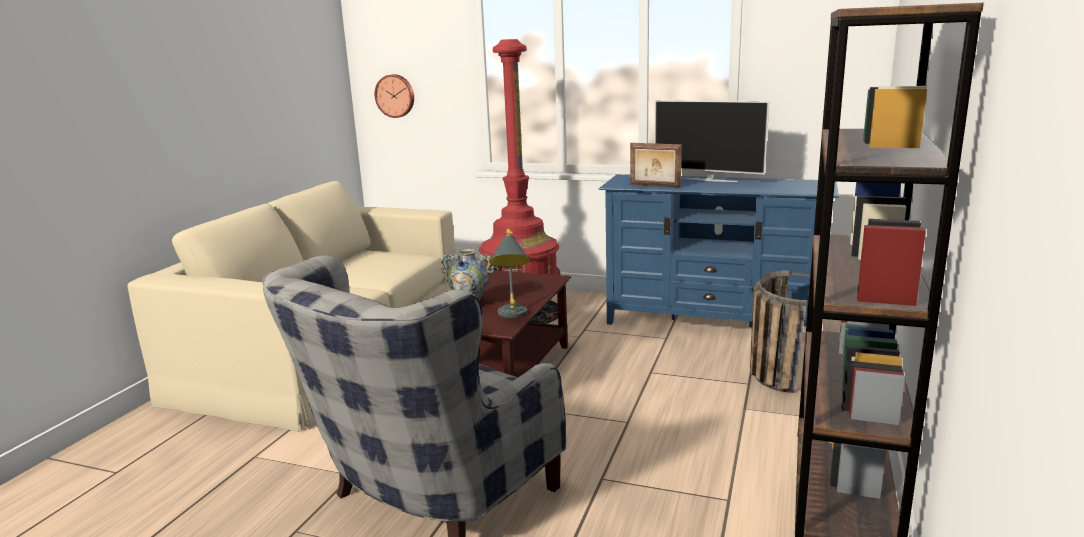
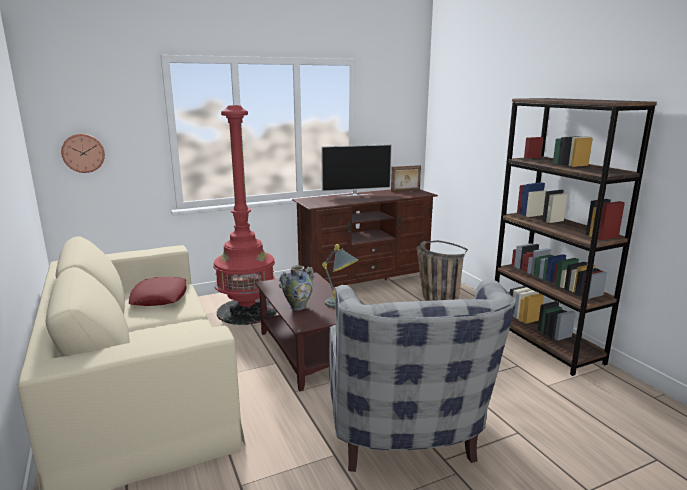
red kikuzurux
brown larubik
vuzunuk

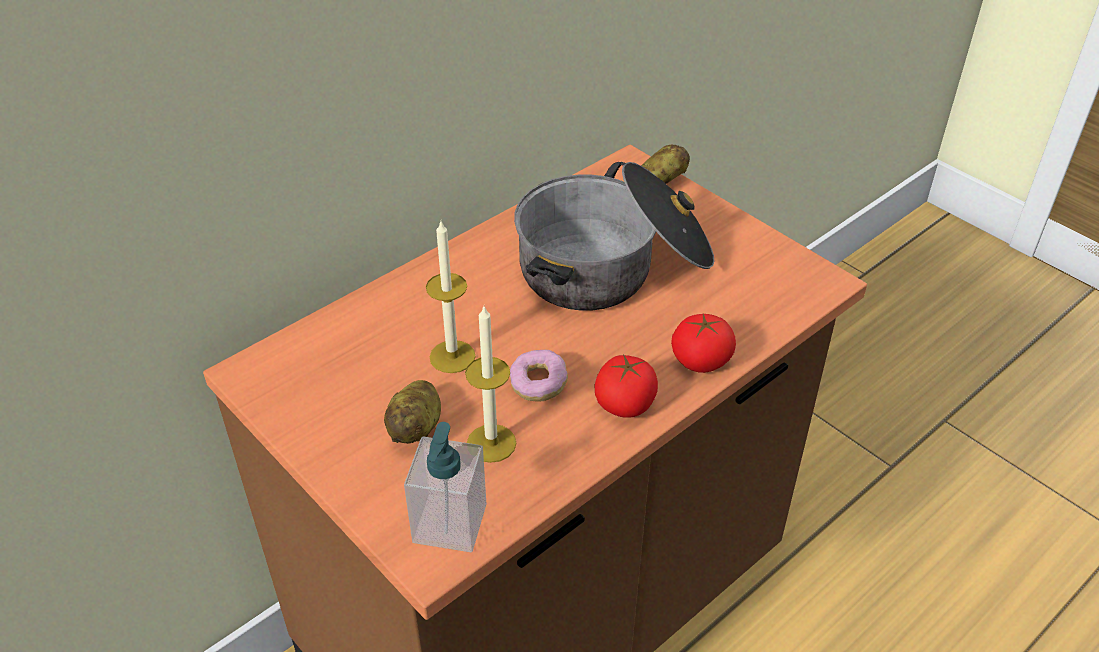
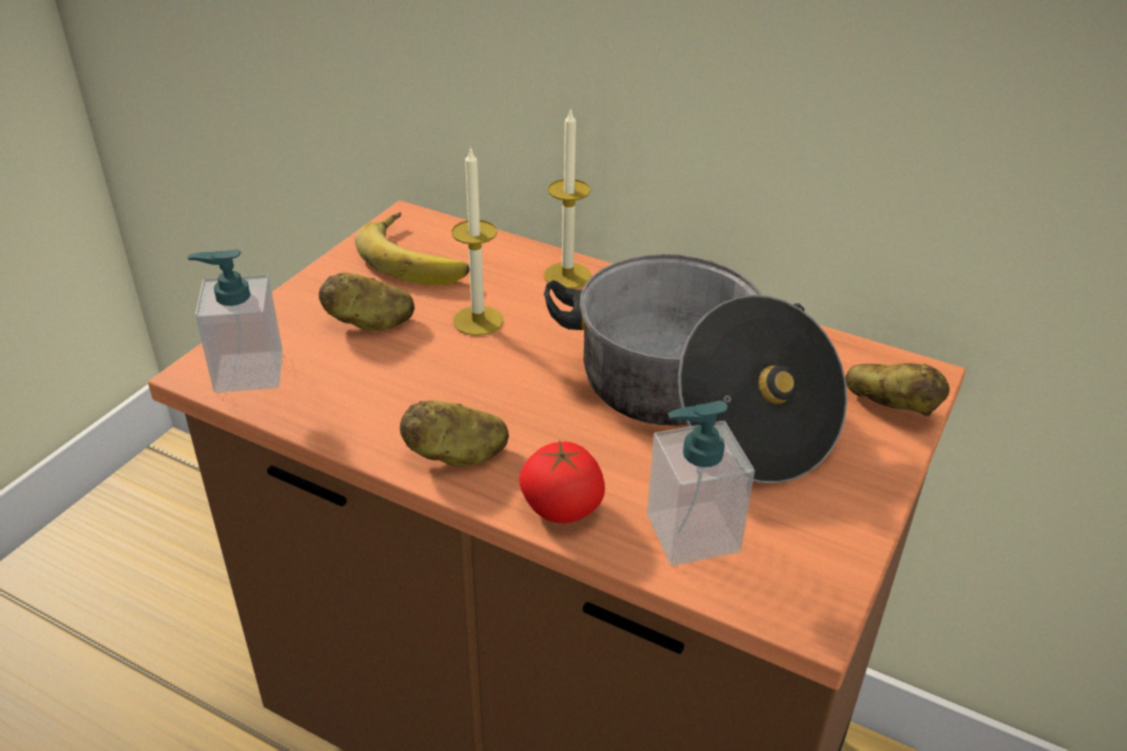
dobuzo
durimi (2nd from left)
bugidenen (2nd from left)
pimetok (2nd from left)
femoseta

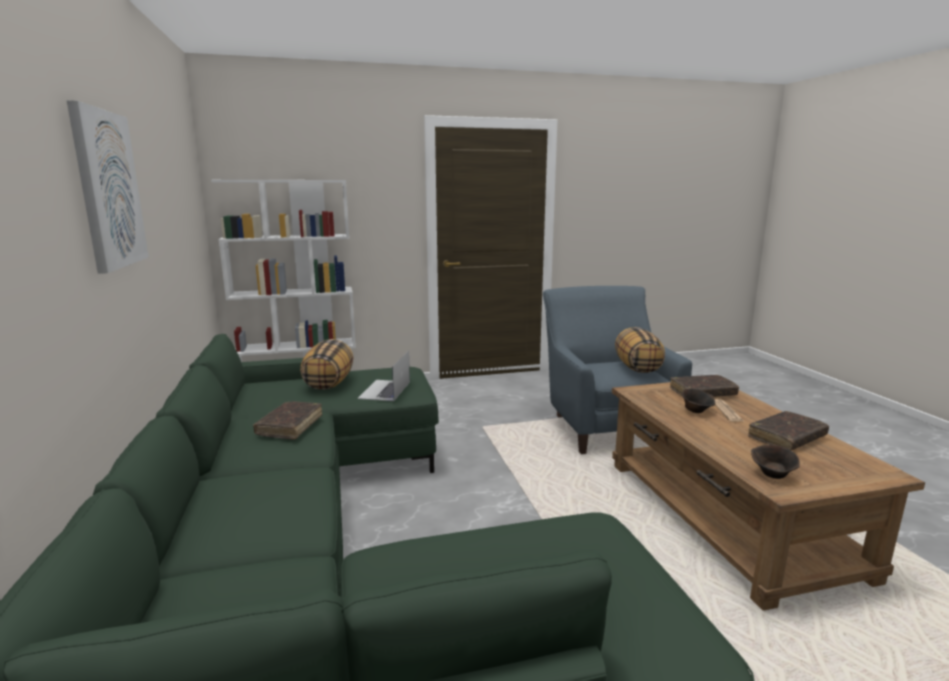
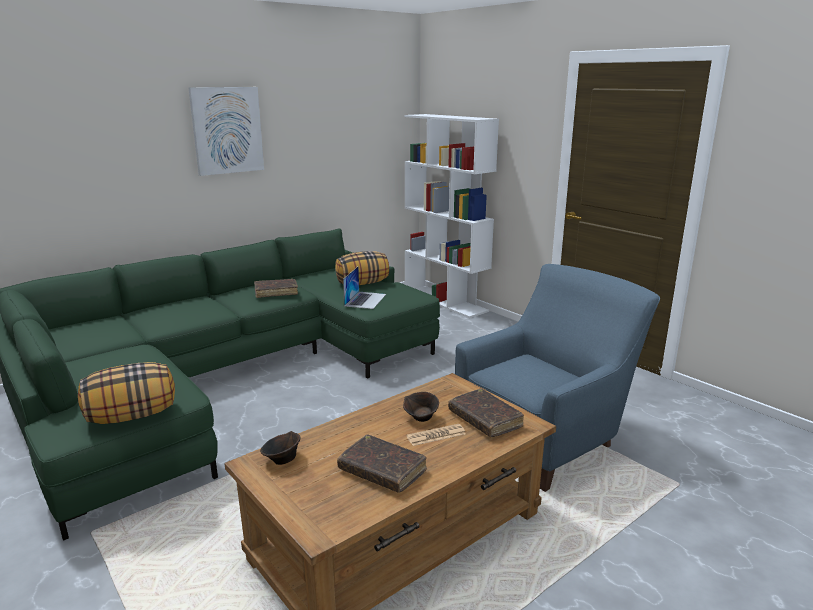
kikuzurux (1st from left)
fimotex

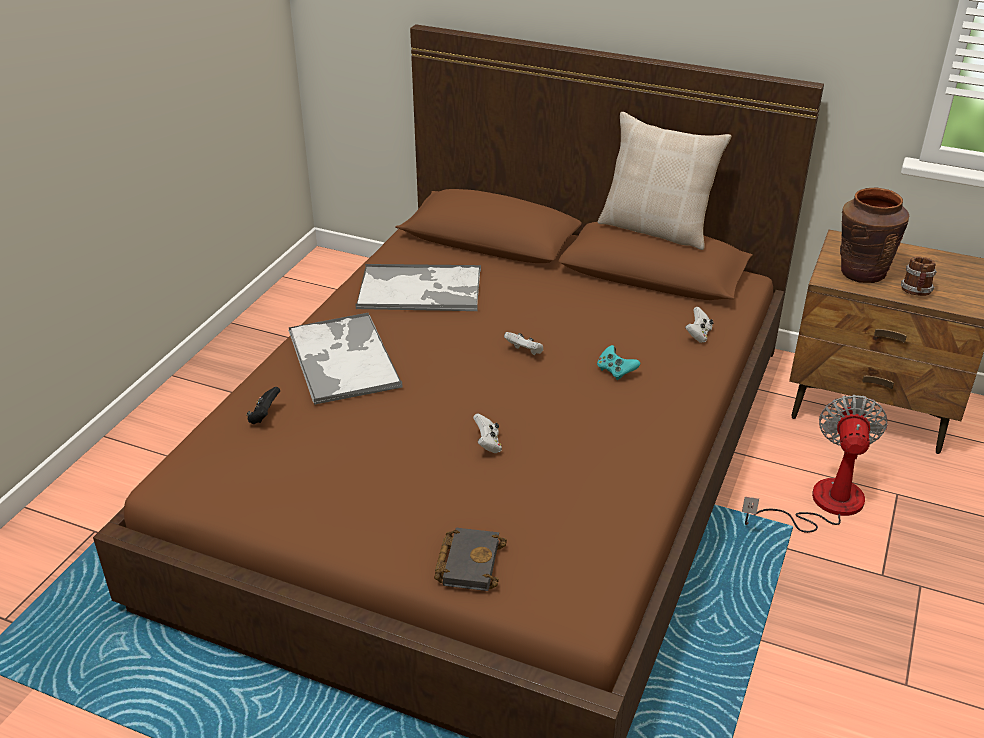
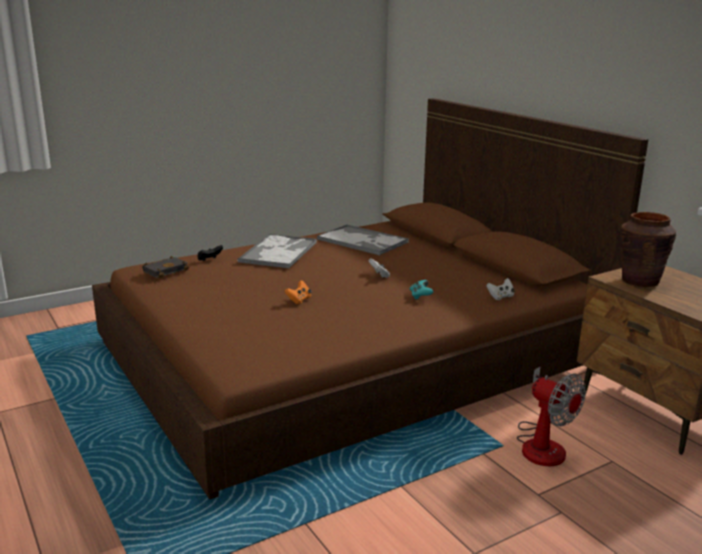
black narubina
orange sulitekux
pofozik
beige kikuzurux
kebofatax

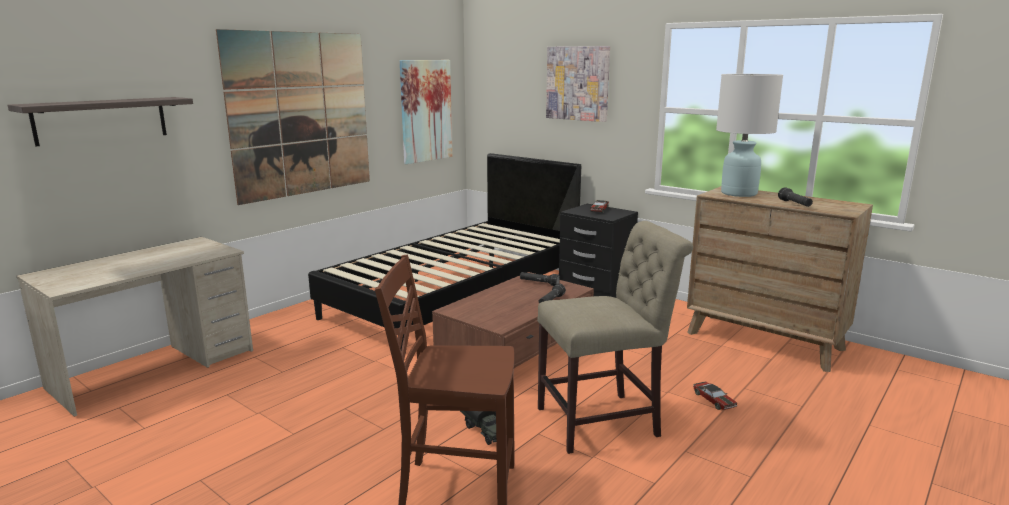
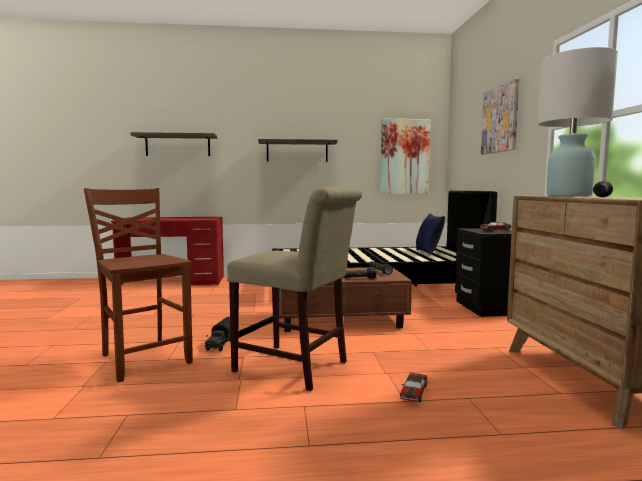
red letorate
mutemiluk (2nd from left)
blue kikuzurux

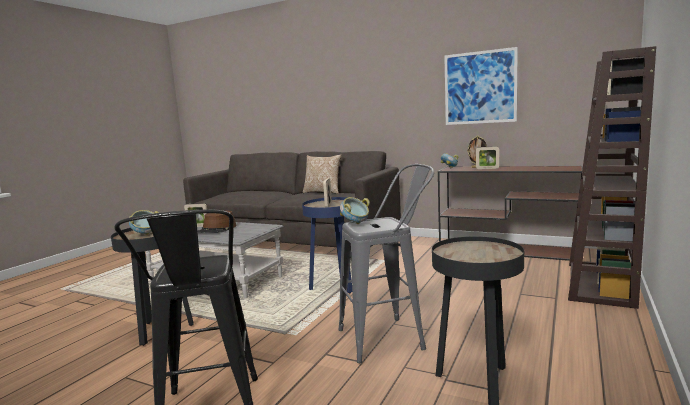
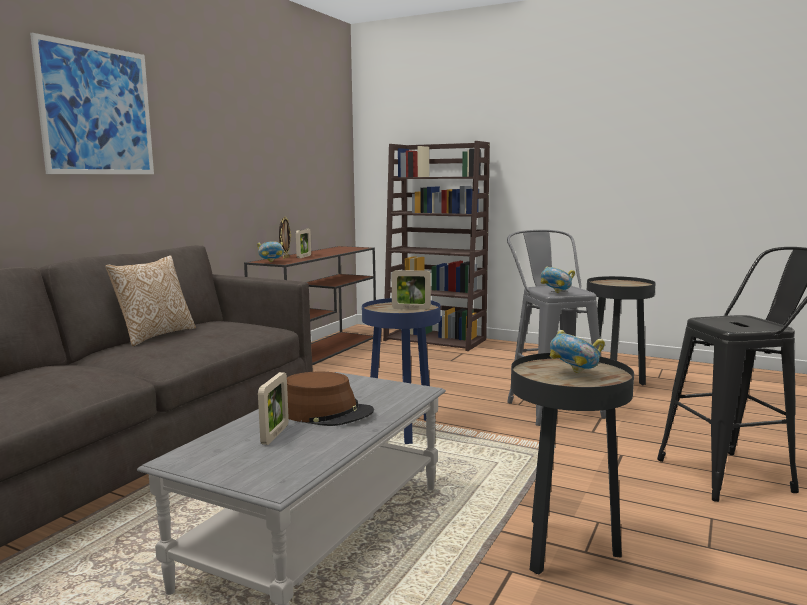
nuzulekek

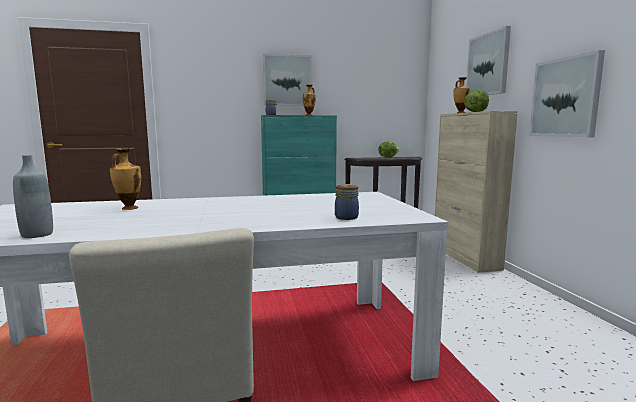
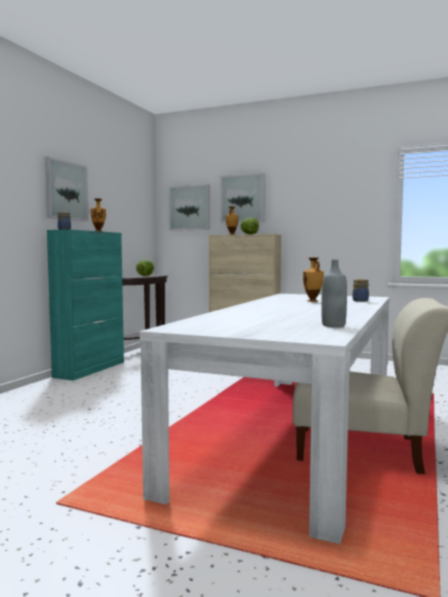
nuzulekek (2nd from left)
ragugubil (3rd from left)

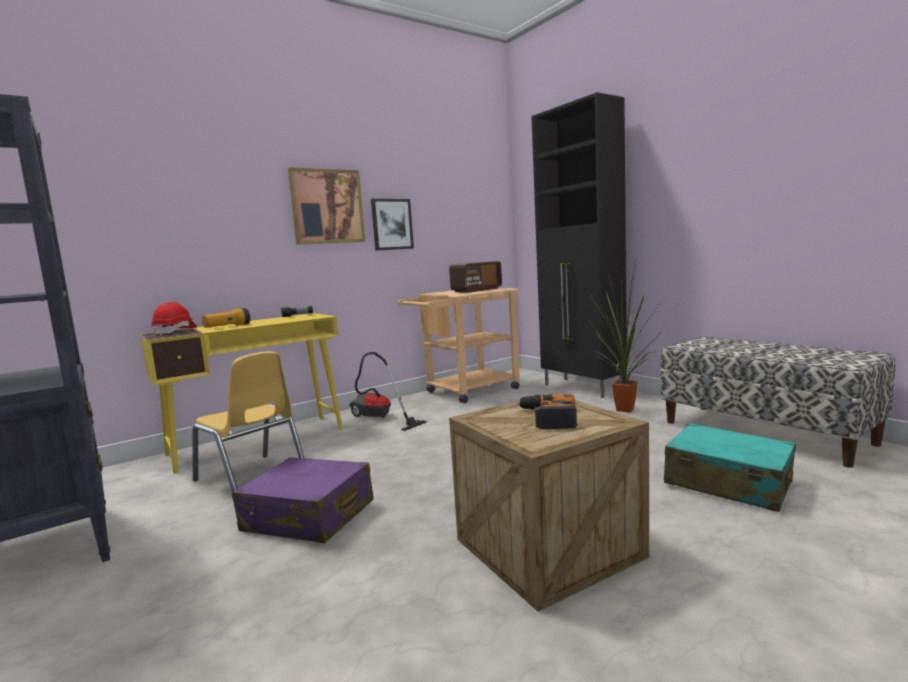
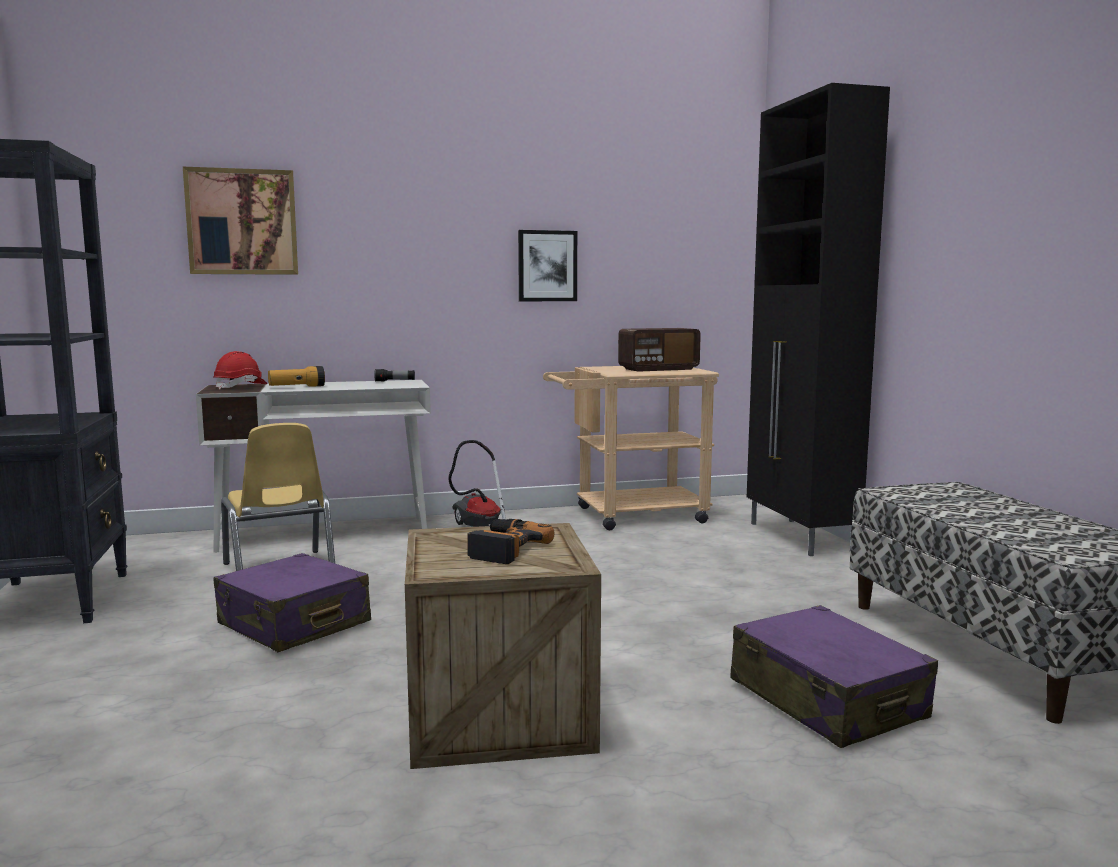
nuzulekek (1st from left)
white letorate
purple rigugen (2nd from left)
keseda

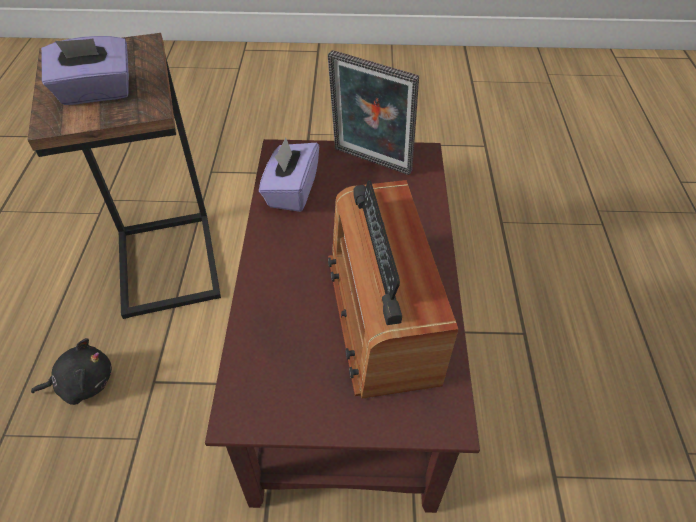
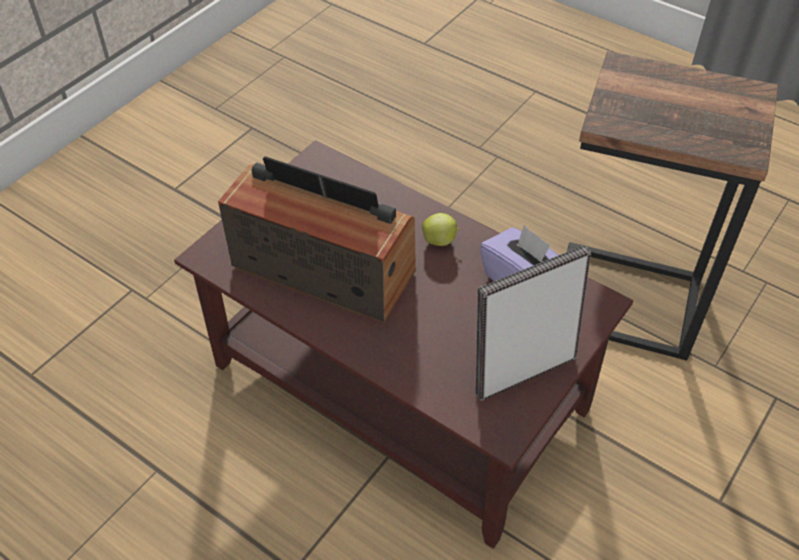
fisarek
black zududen
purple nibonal (1st from left in the first image)

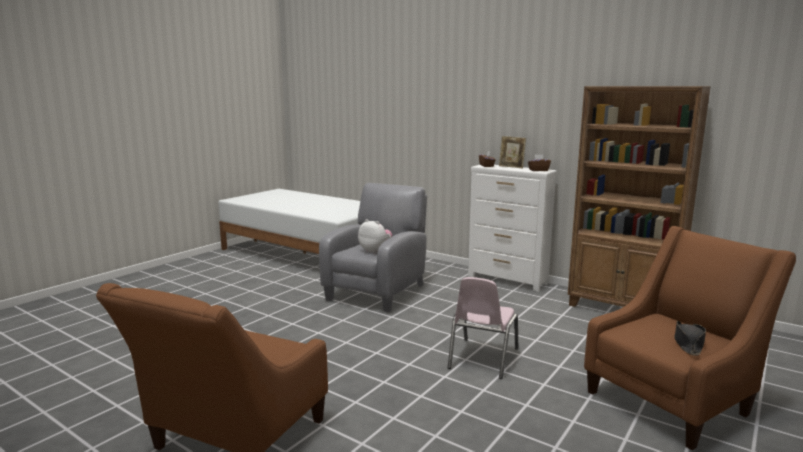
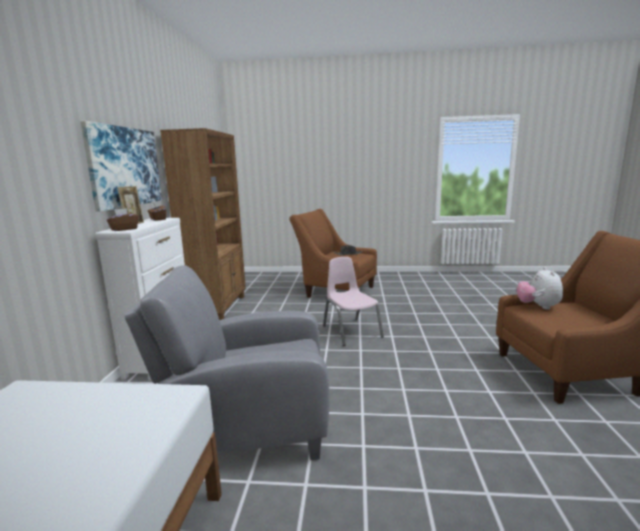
nuzulekek
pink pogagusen
zududen

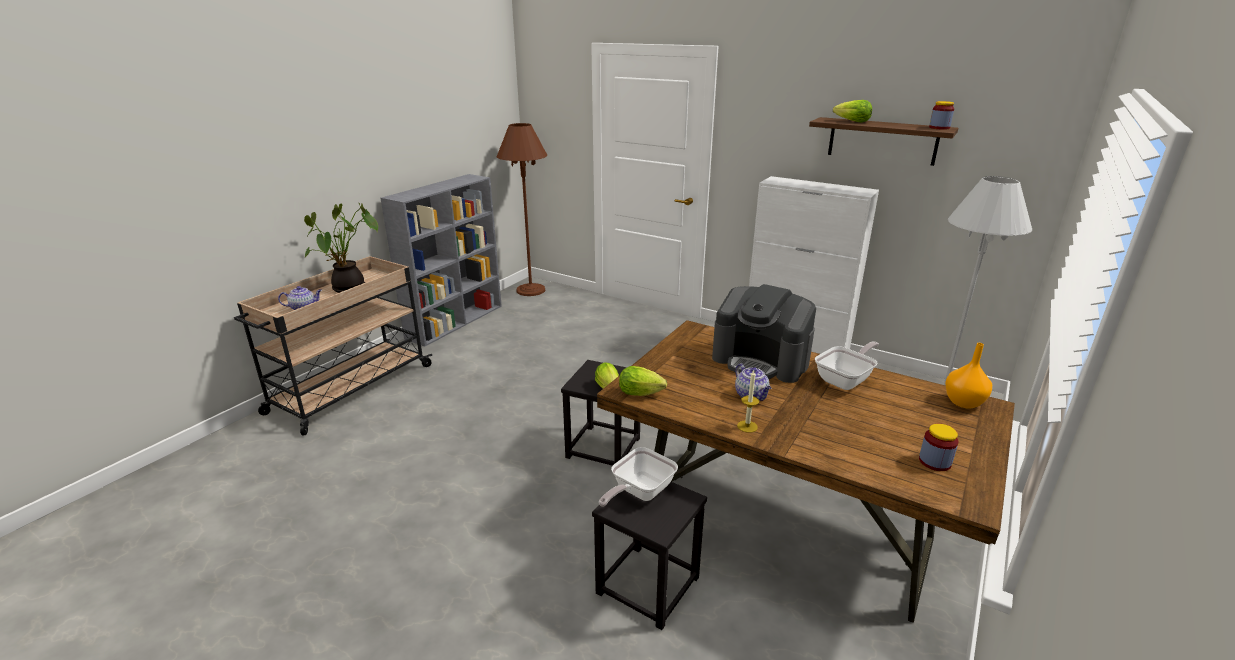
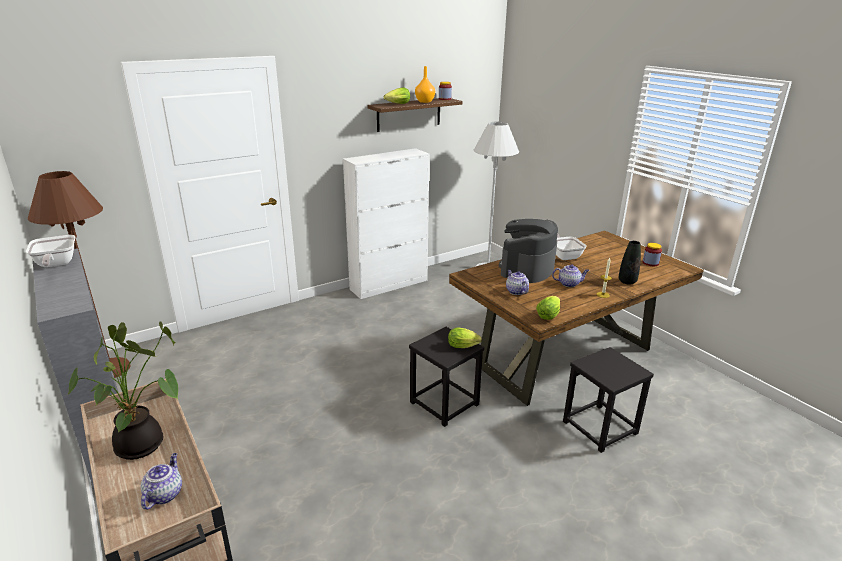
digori (1st from left)
orange ragugubil
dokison
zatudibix (2nd from left)
black ragugubil

